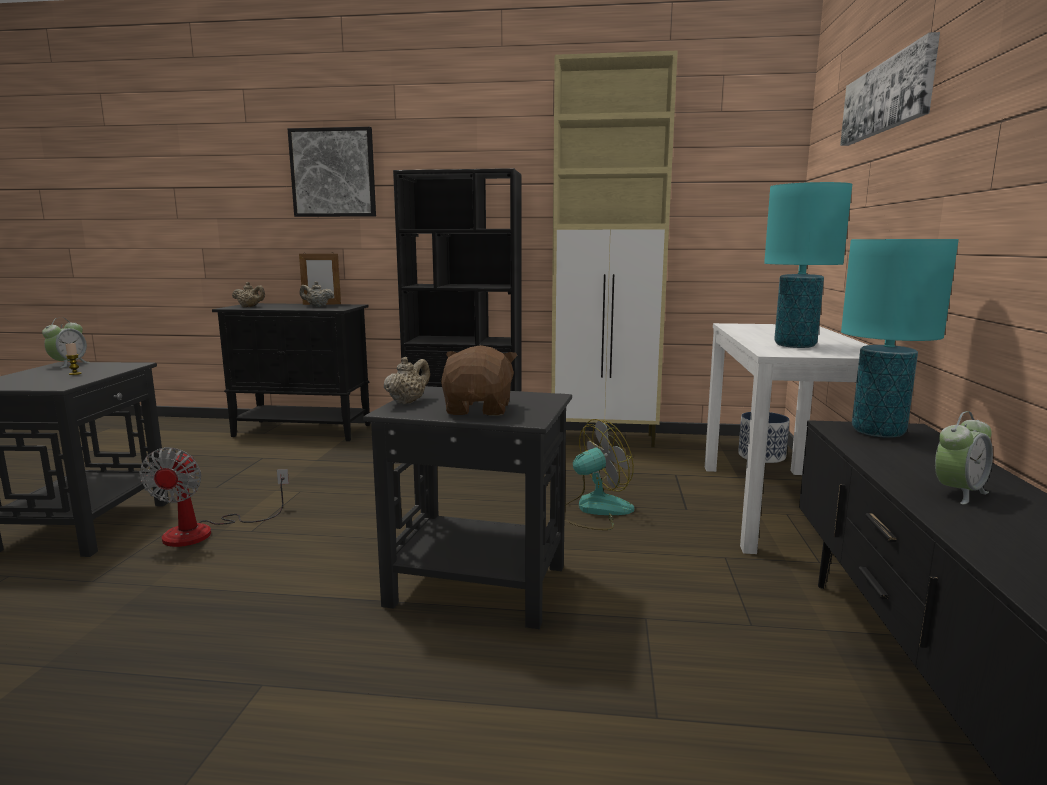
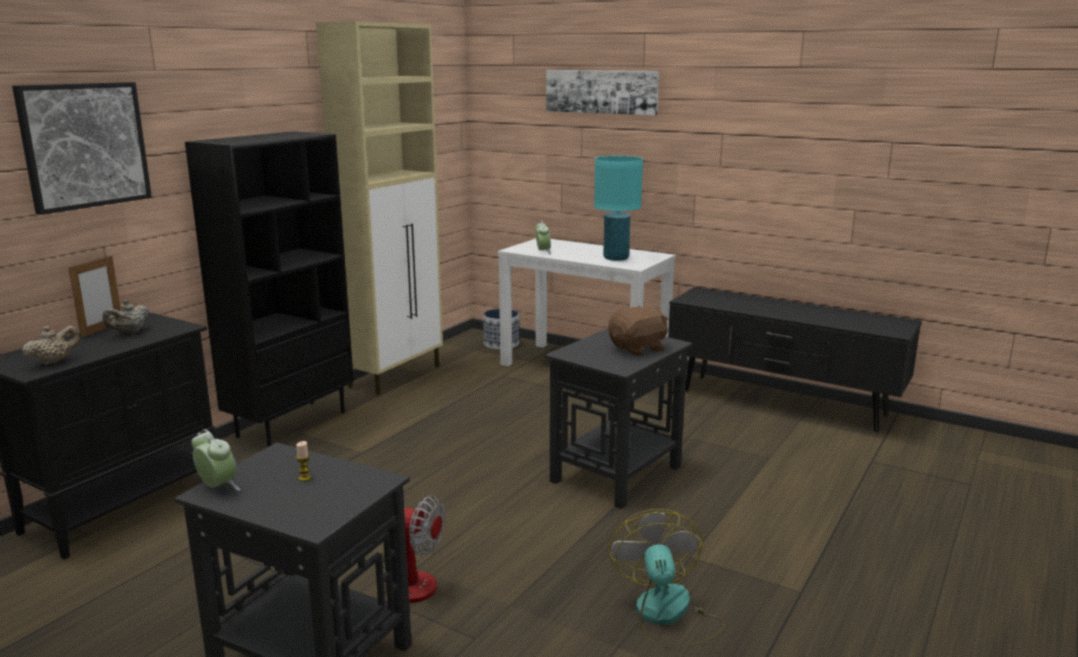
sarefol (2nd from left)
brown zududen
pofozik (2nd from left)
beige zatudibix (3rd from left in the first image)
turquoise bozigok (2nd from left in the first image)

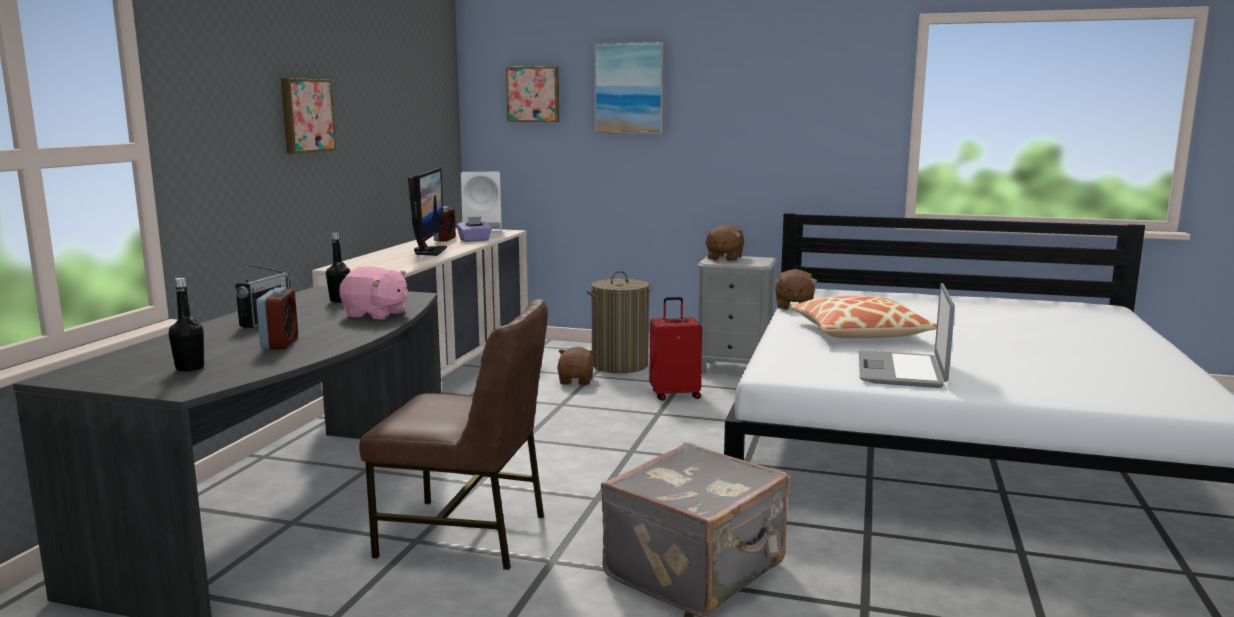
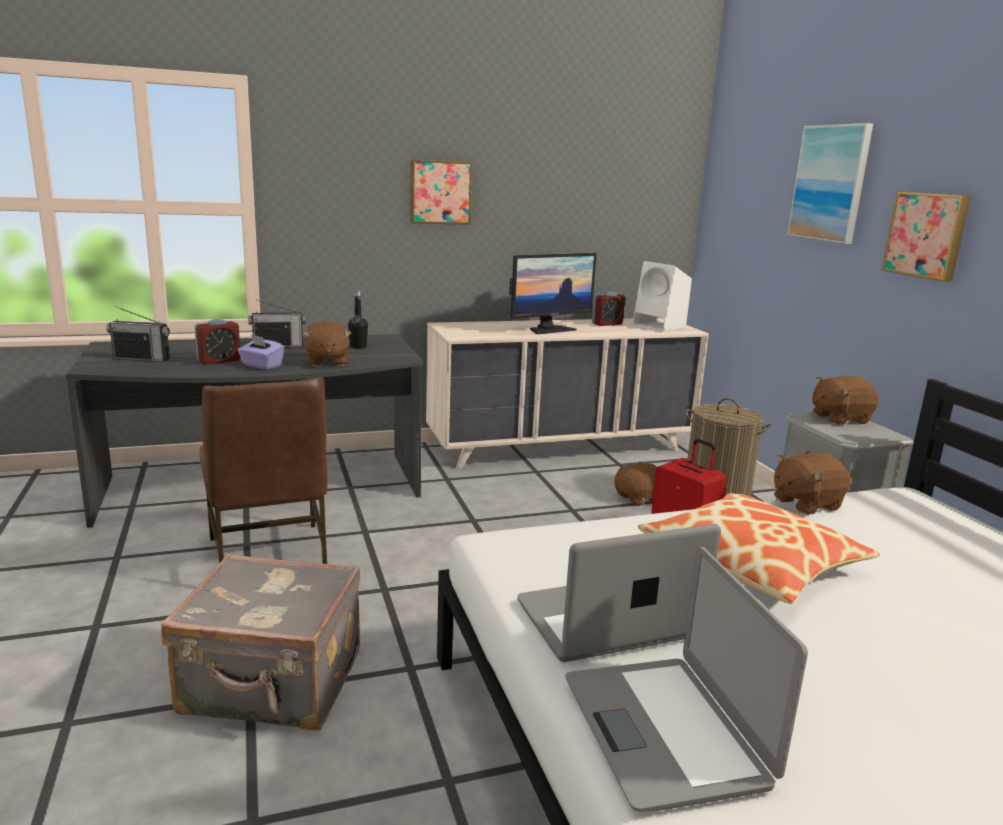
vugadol (1st from left)
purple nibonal
brown zududen (1st from left)
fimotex (2nd from left)
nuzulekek (3rd from left)

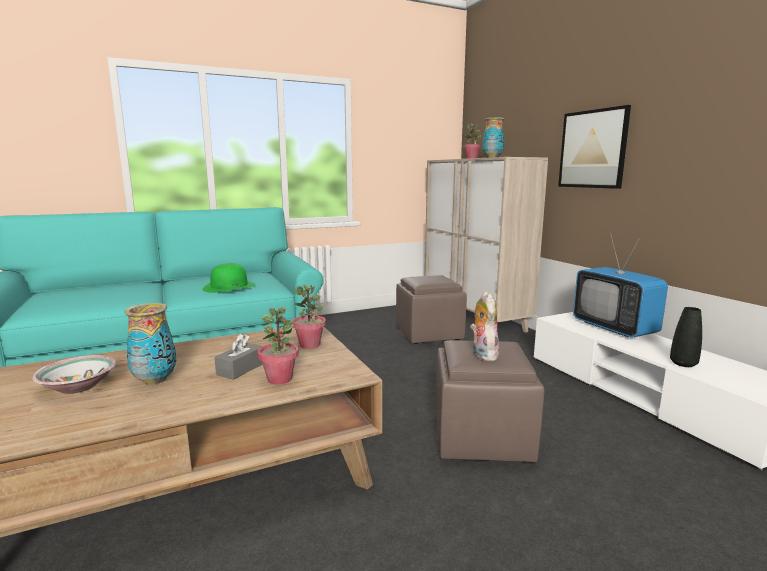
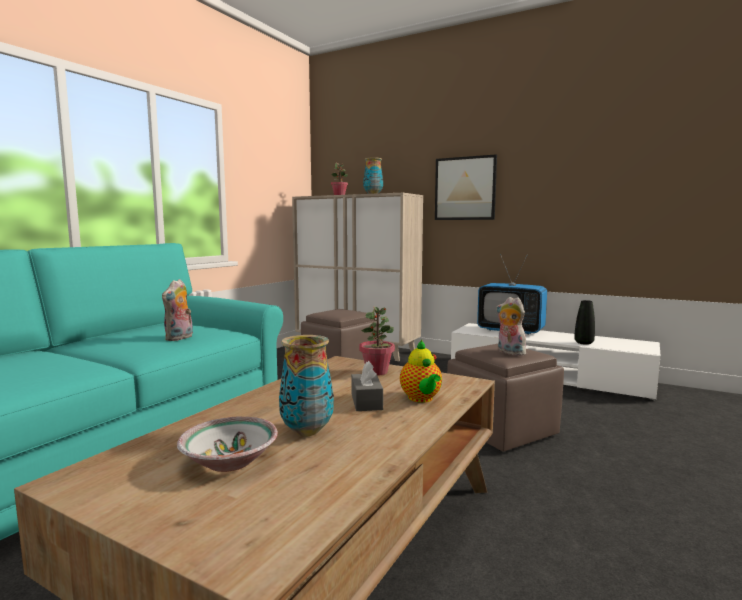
zududen (1st from left)
zatudibix

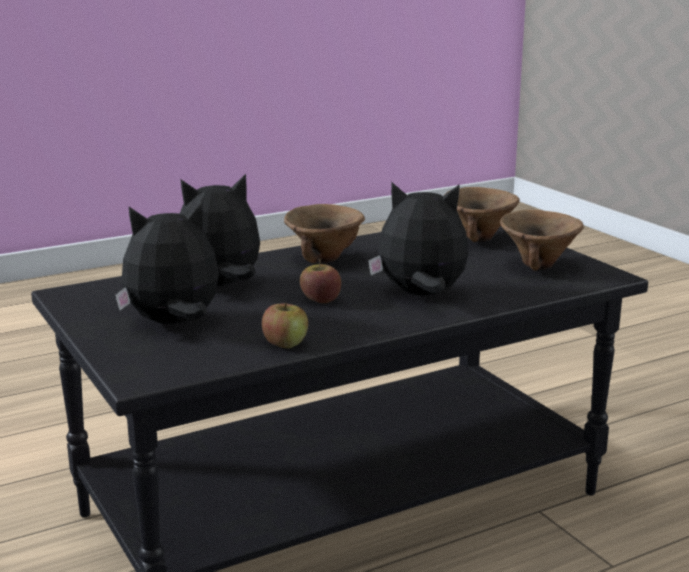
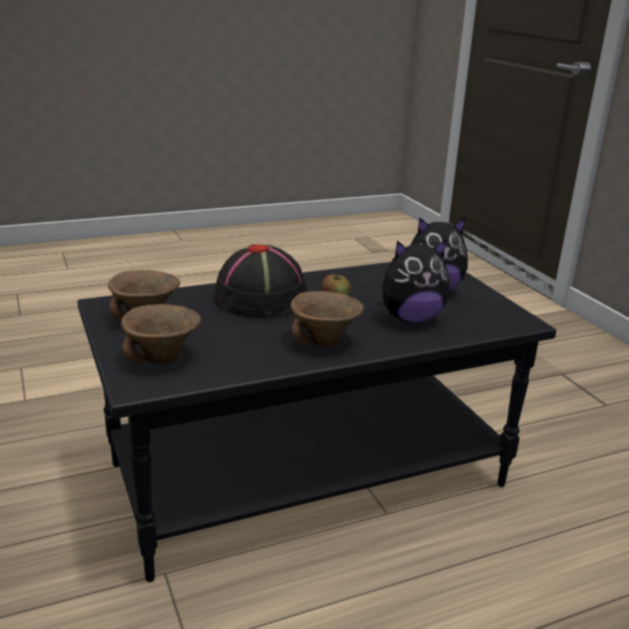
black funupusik
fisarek (1st from left in the first image)

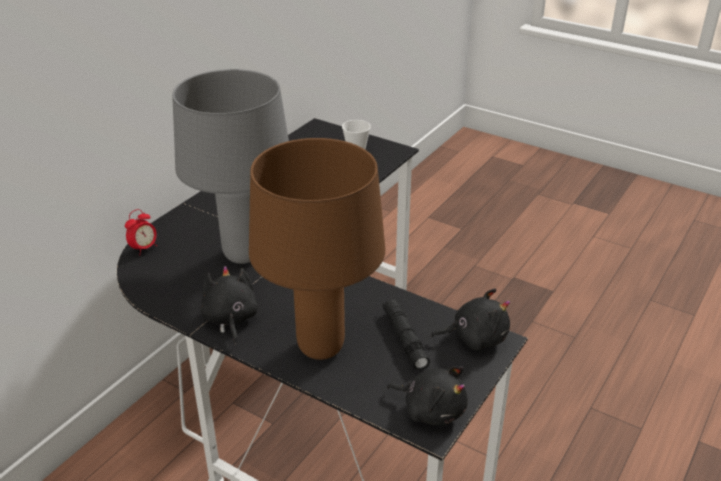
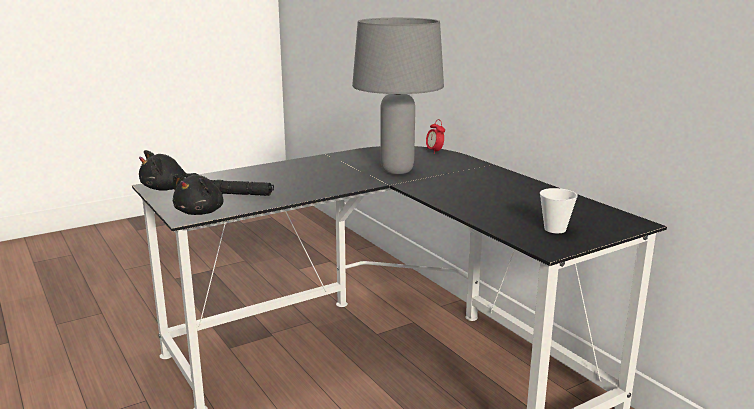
black zududen (1st from left in the first image)
brown bozigok

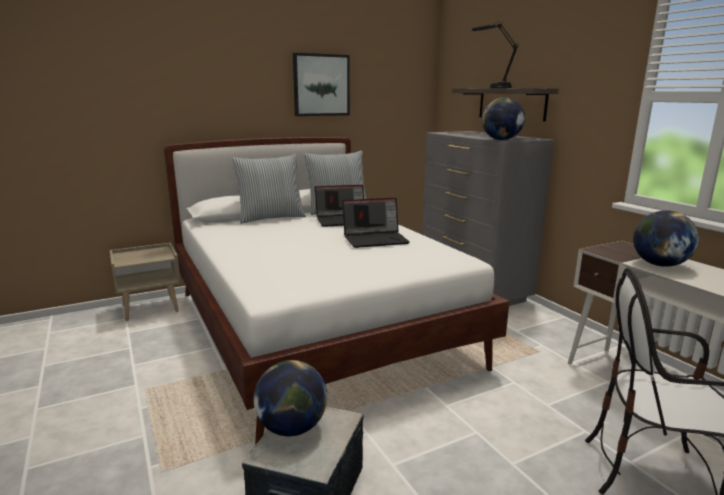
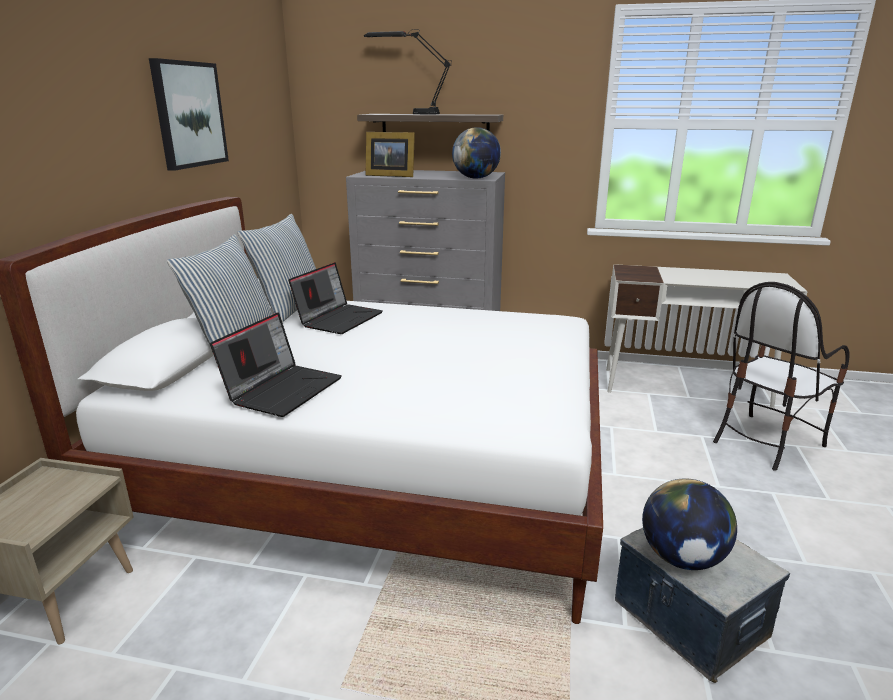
fimotex (1st from left)
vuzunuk
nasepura (3rd from left in the first image)

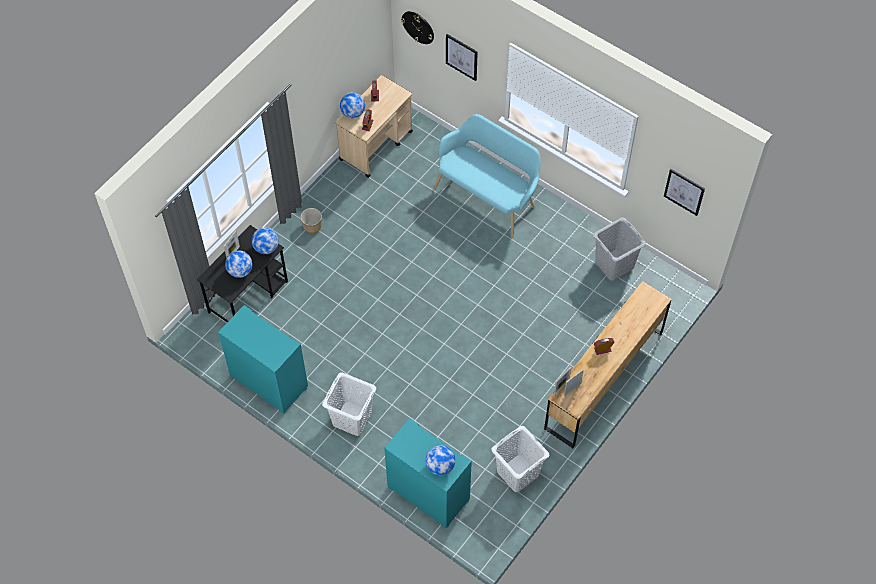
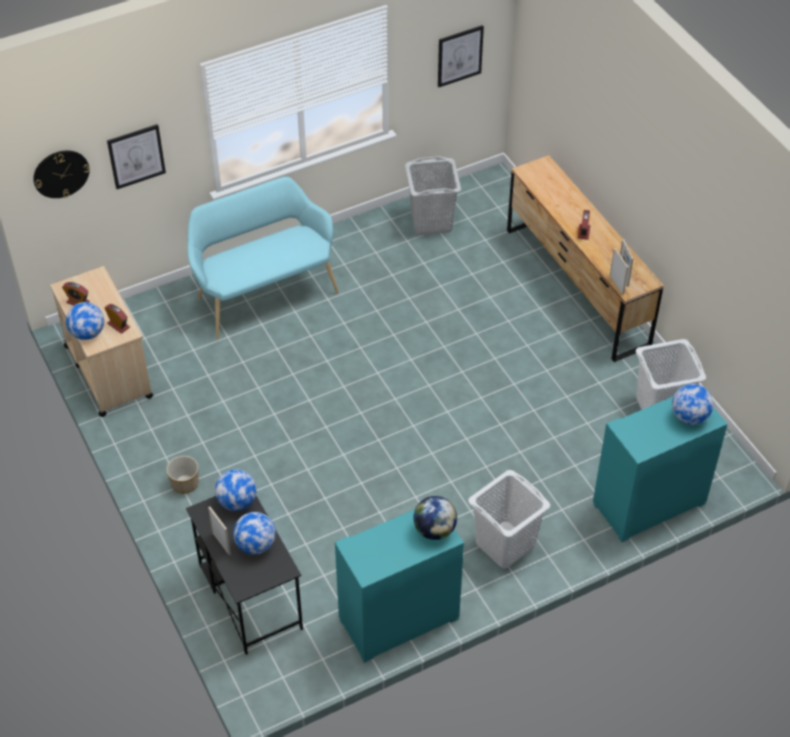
nasepura (4th from left)

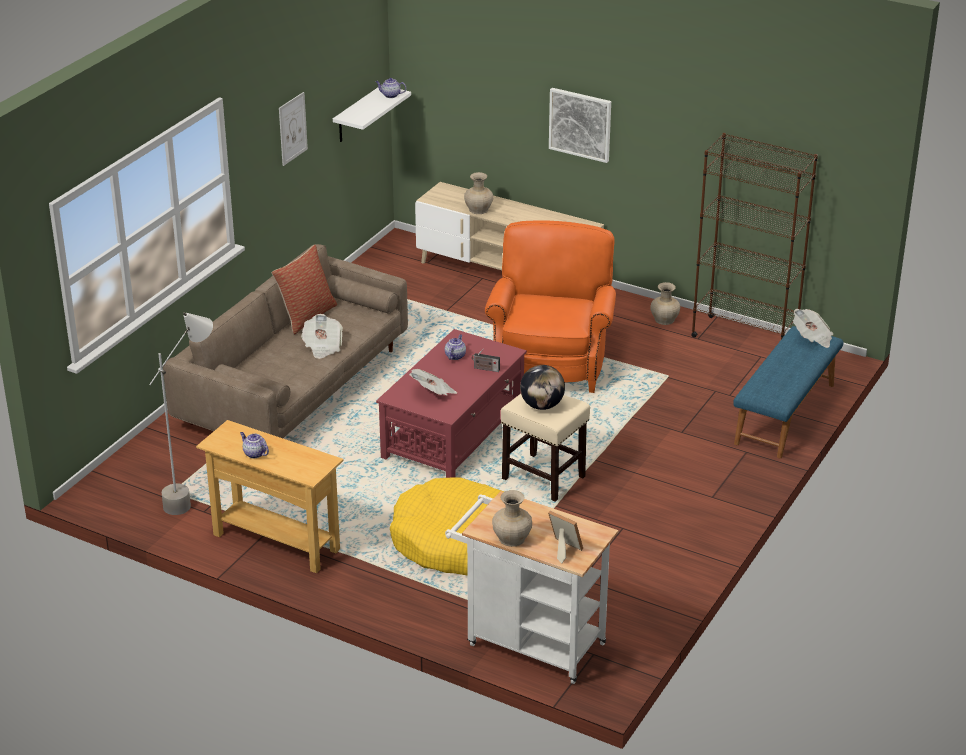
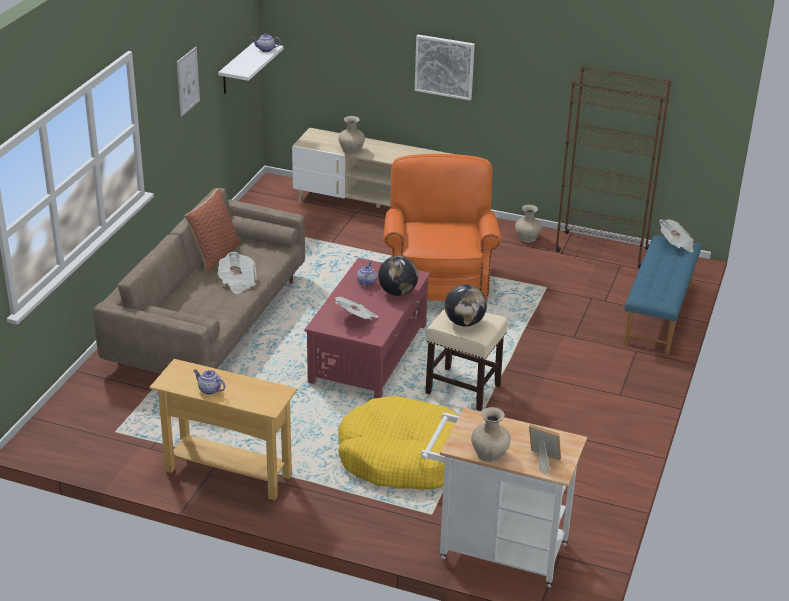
nasepura (1st from left)
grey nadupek

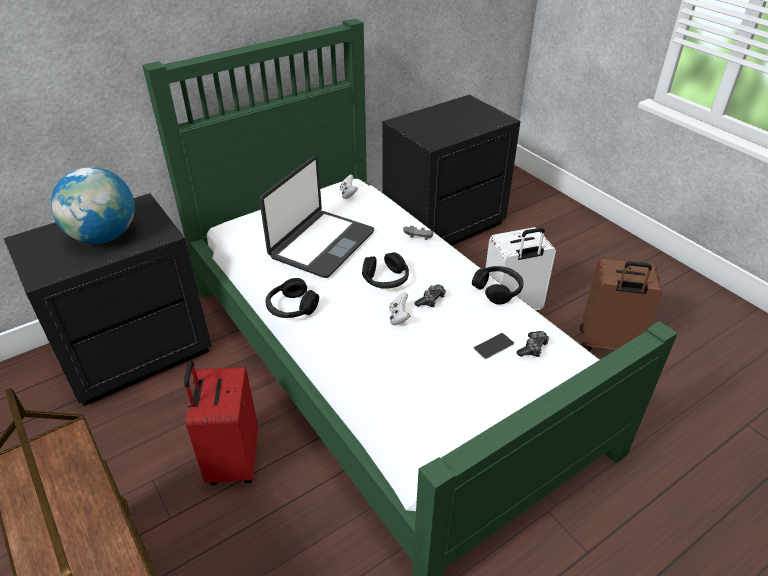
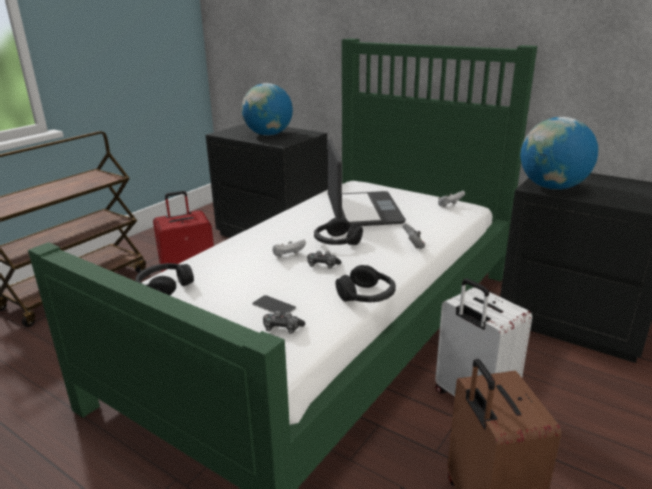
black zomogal (1st from left)
fimotex
nasepura (2nd from left)

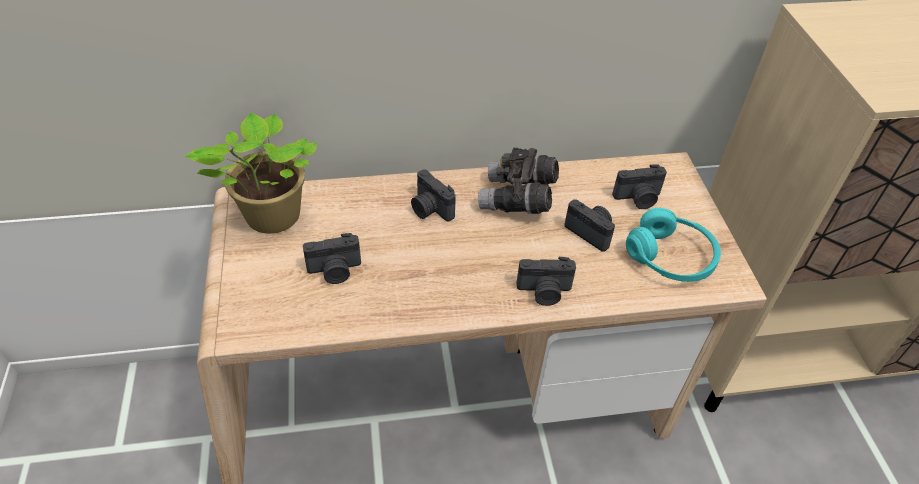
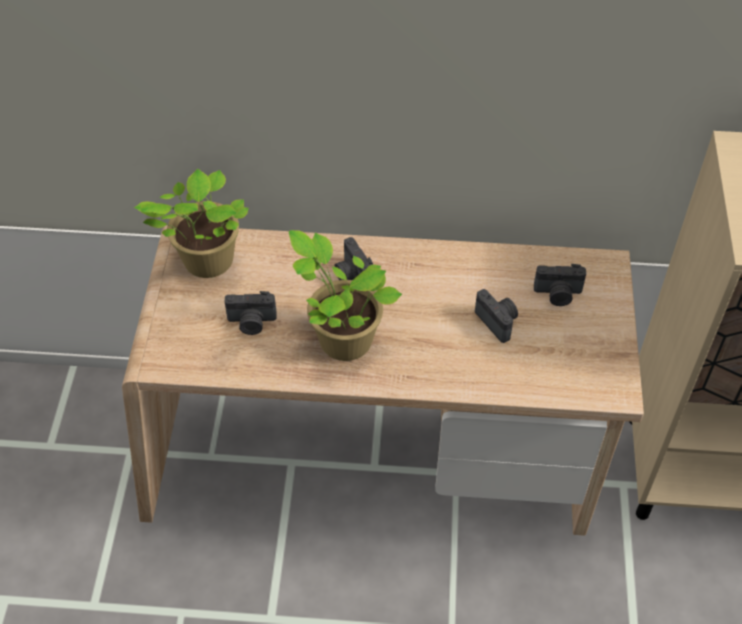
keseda (2nd from left)
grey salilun
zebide (3rd from left in the first image)
turquoise zomogal

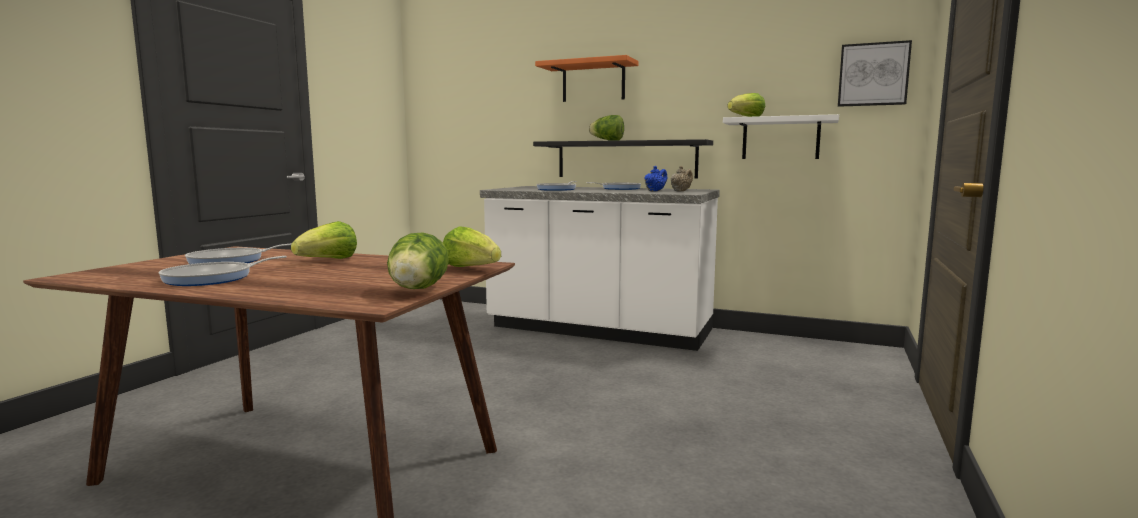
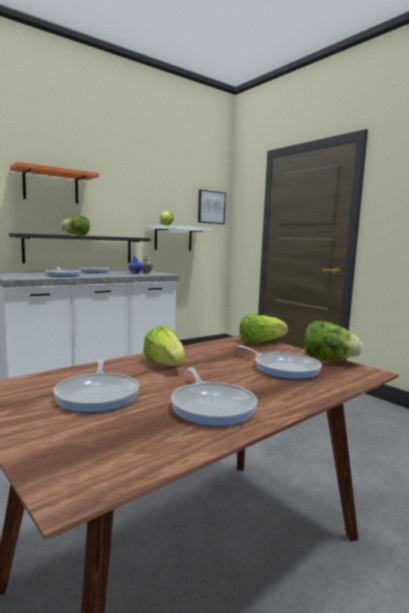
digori (5th from left)

